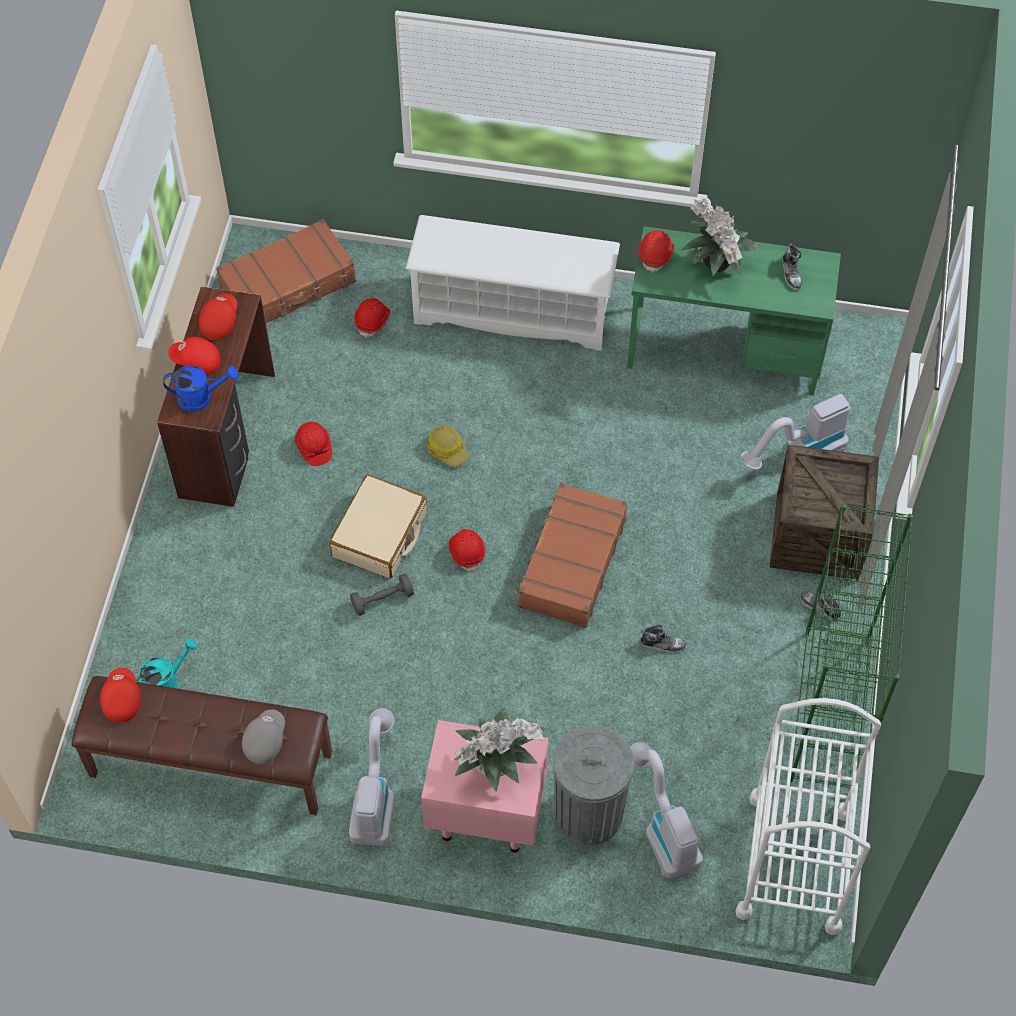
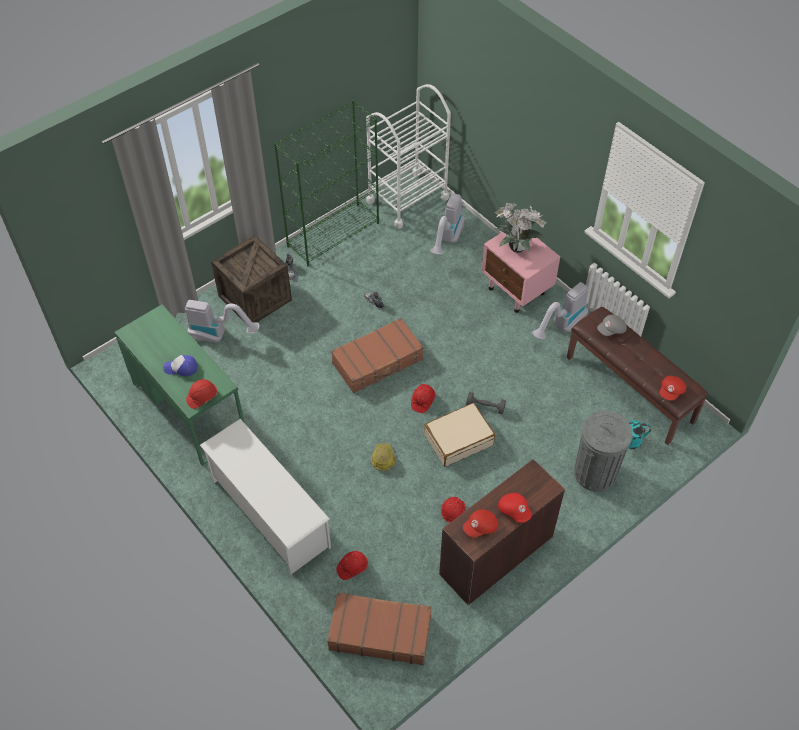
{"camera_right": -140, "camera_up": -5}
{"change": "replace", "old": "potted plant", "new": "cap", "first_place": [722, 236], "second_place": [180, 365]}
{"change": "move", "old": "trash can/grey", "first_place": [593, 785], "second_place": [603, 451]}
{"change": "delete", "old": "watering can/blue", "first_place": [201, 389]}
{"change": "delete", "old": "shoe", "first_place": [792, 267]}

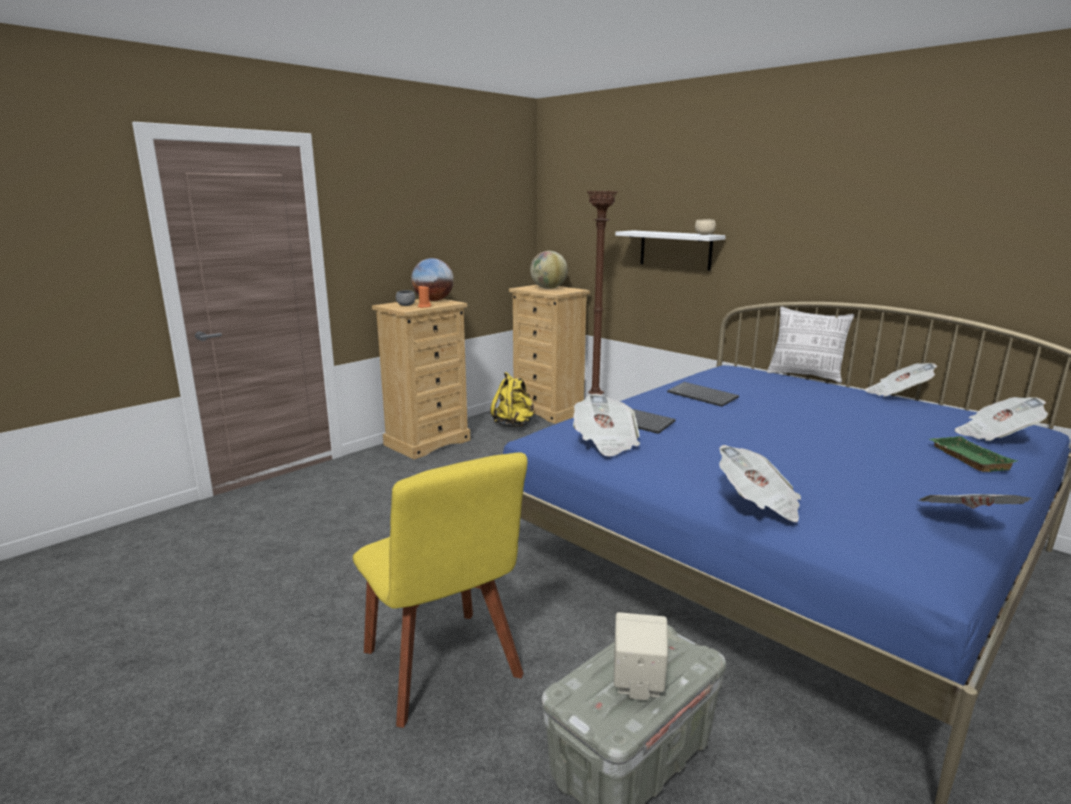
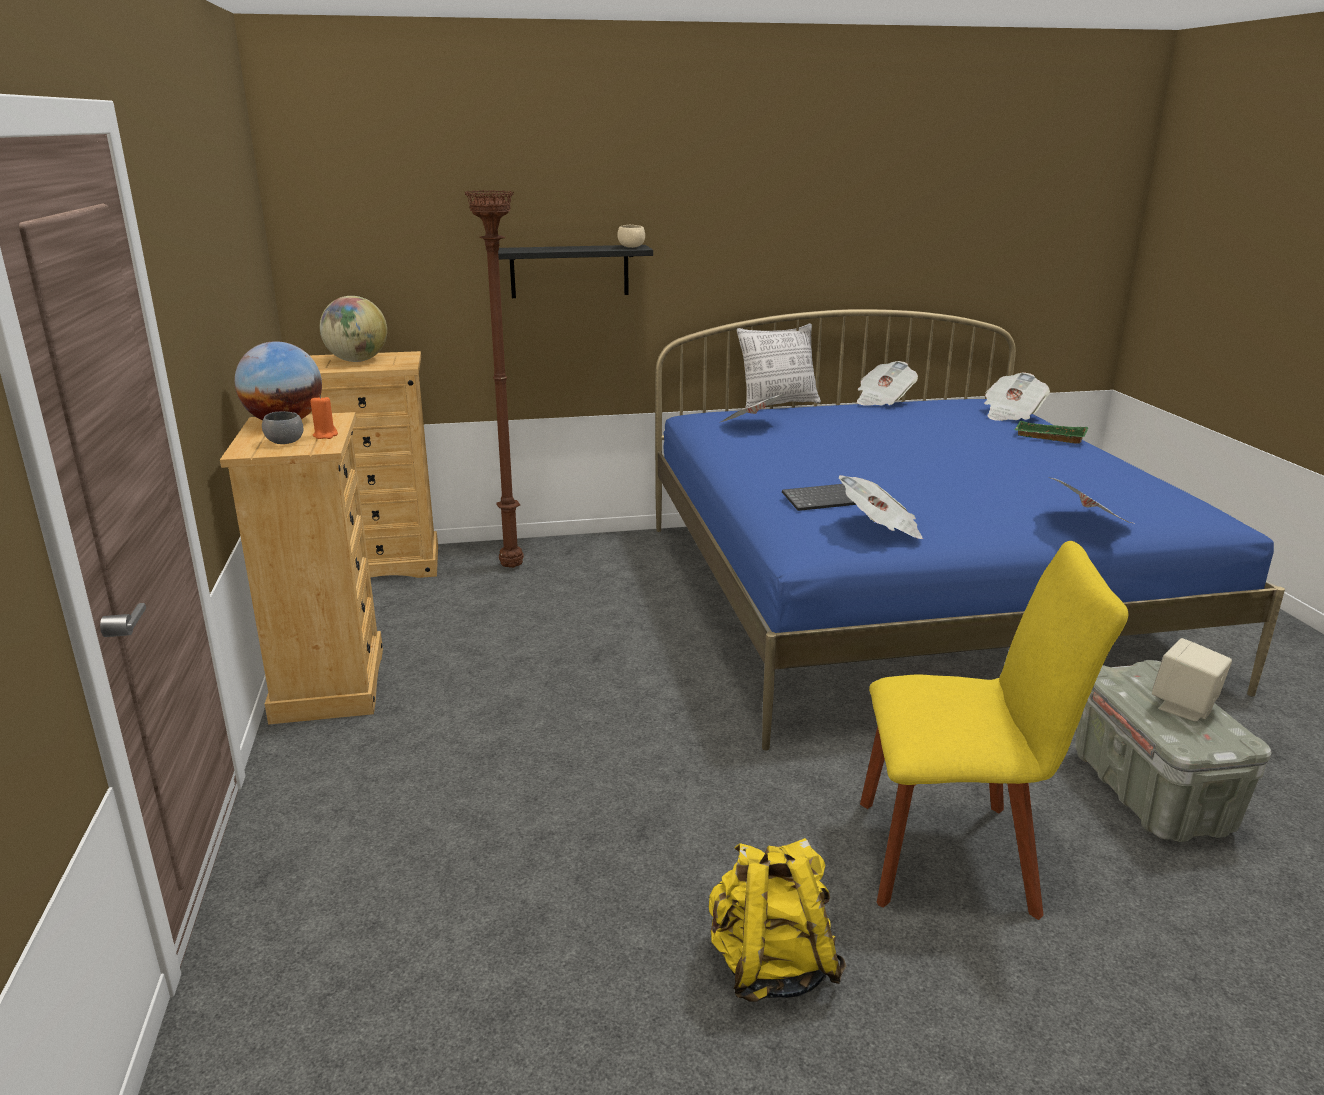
{"camera_right": -55, "camera_up": 5}
{"change": "recolor", "old": "shelf/white", "new": "shelf/black", "first_place": [670, 250], "second_place": [575, 271]}
{"change": "move", "old": "backpack/yellow", "first_place": [512, 400], "second_place": [777, 920]}
{"change": "move", "old": "newspaper", "first_place": [974, 501], "second_place": [753, 408]}
{"change": "delete", "old": "keyboard", "first_place": [703, 394]}

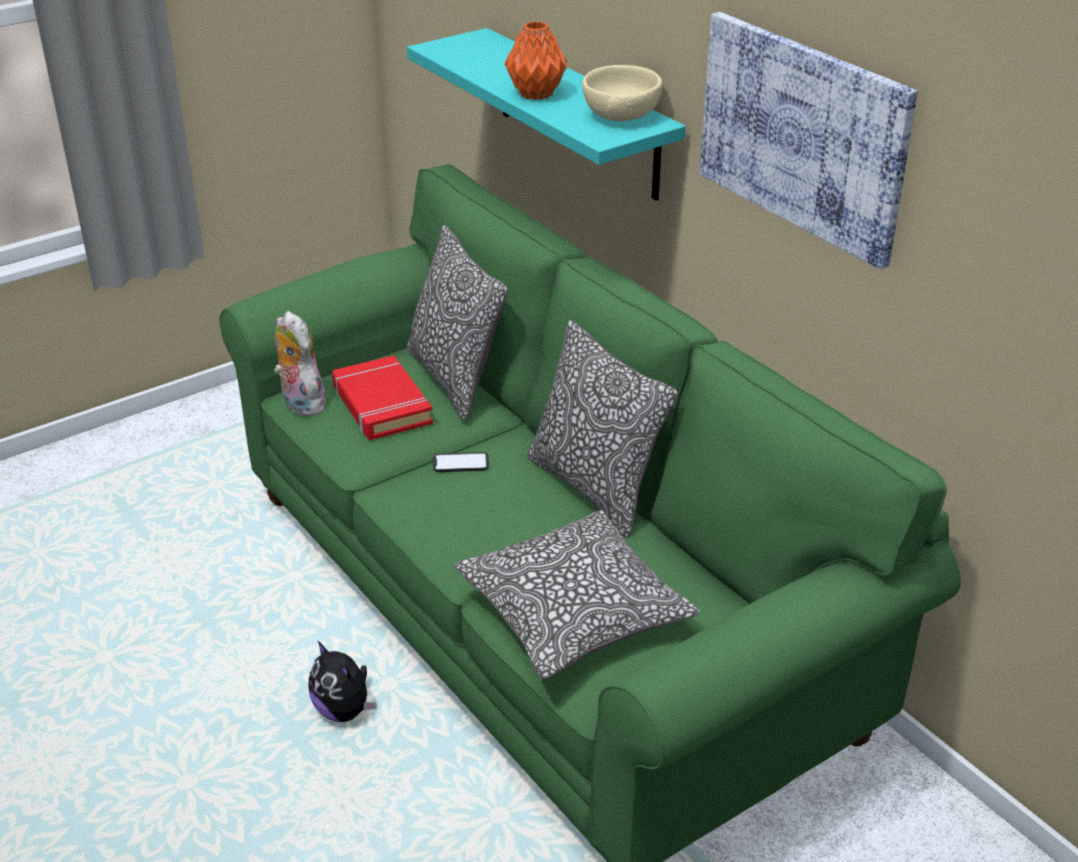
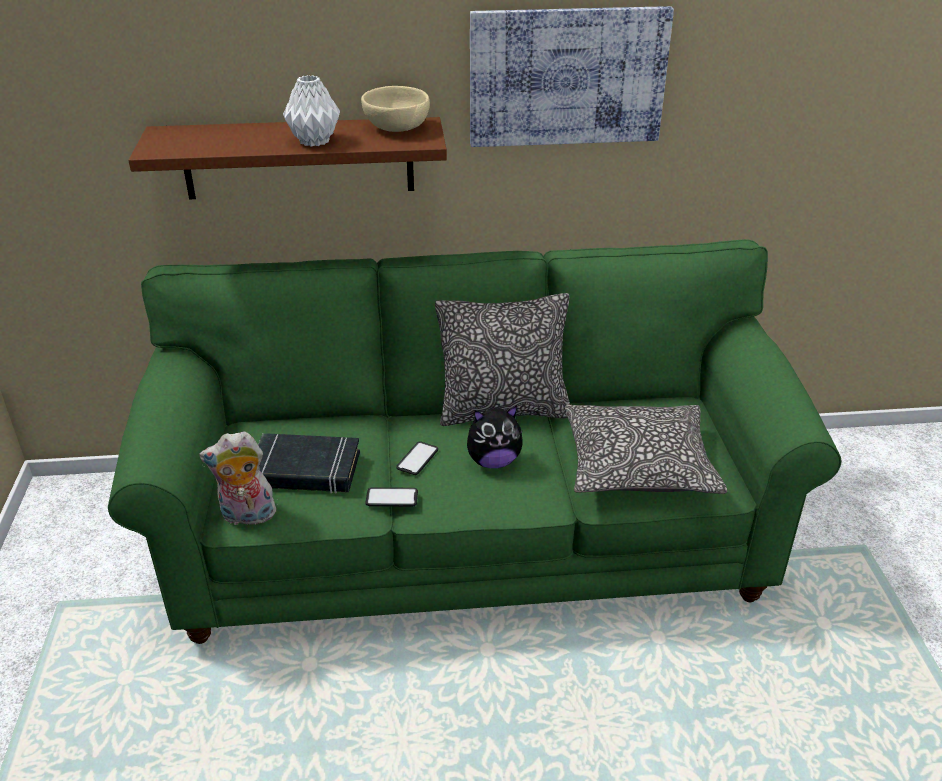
{"camera_right": -60, "camera_up": 0}
{"change": "recolor", "old": "shelf/turquoise", "new": "shelf/brown", "first_place": [546, 114], "second_place": [287, 158]}
{"change": "recolor", "old": "book/red", "new": "book/black", "first_place": [382, 397], "second_place": [309, 463]}
{"change": "recolor", "old": "vase/orange", "new": "vase/white", "first_place": [536, 60], "second_place": [311, 111]}
{"change": "insert", "new": "phone", "second_place": [391, 497]}
{"change": "move", "old": "plush toy", "first_place": [342, 681], "second_place": [495, 436]}
{"change": "delete", "old": "pillow", "first_place": [457, 322]}

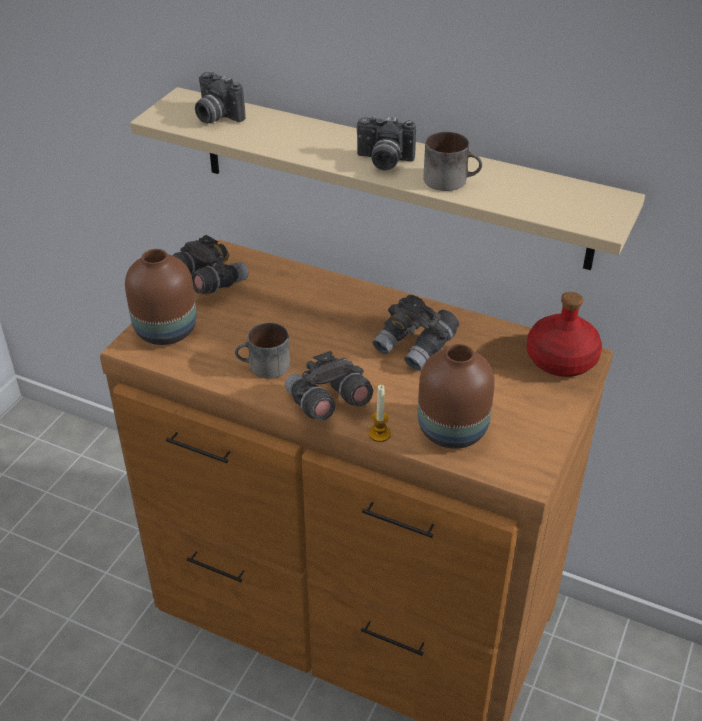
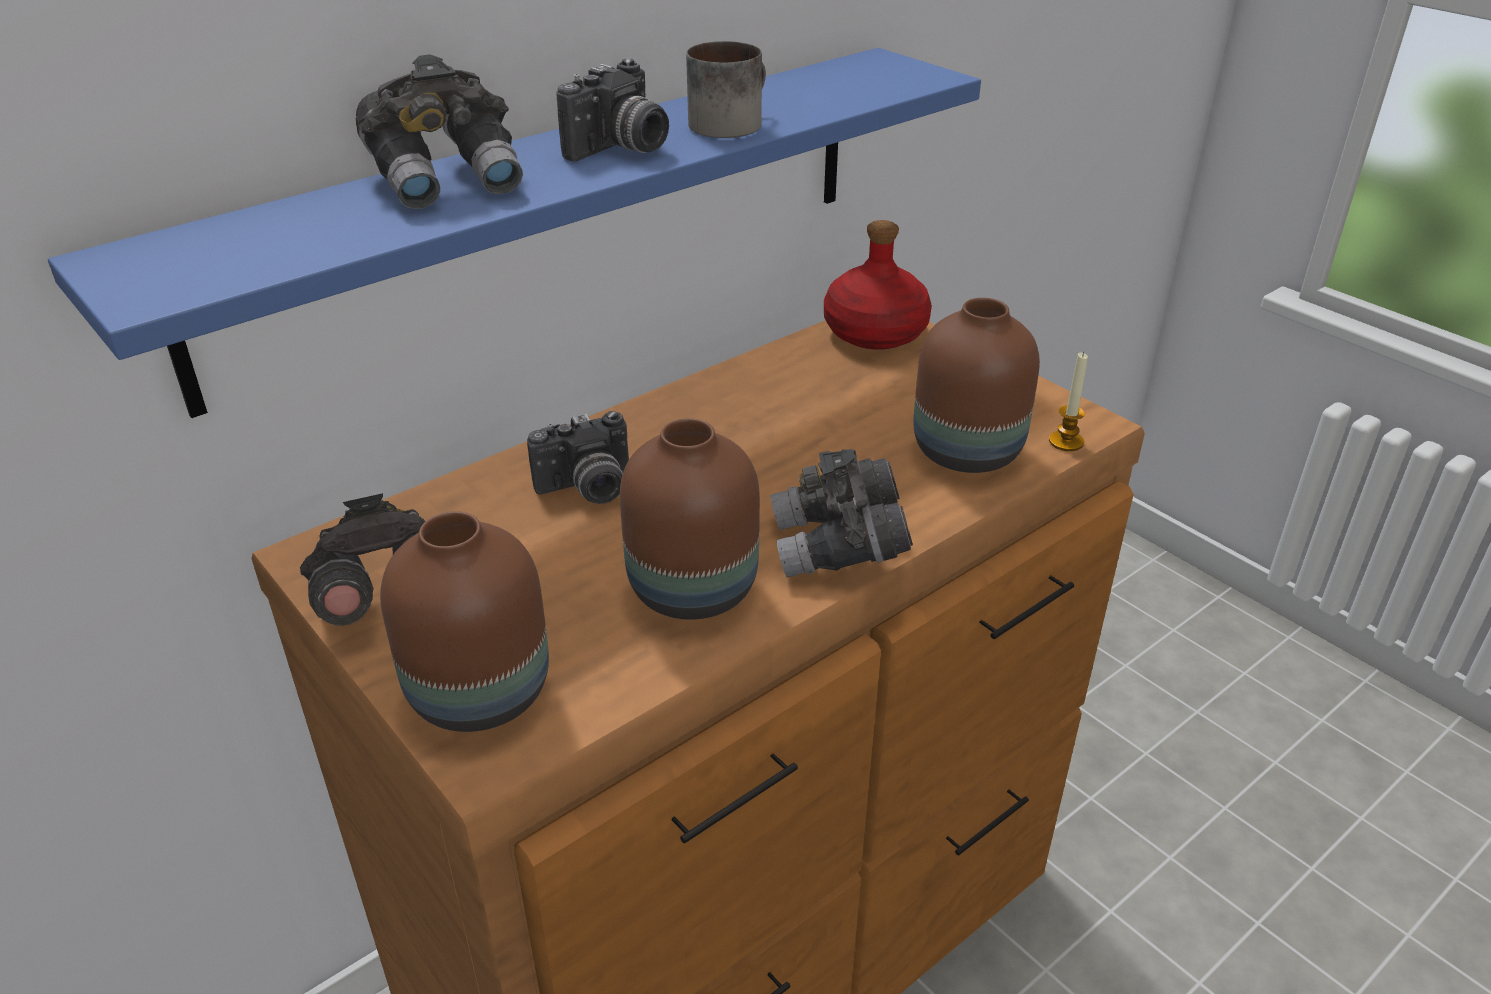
{"camera_right": -65, "camera_up": -5}
{"change": "recolor", "old": "shelf/beige", "new": "shelf/blue", "first_place": [387, 178], "second_place": [514, 233]}
{"change": "move", "old": "binoculars/grey", "first_place": [415, 333], "second_place": [439, 131]}
{"change": "move", "old": "photo camera", "first_place": [220, 97], "second_place": [578, 457]}
{"change": "replace", "old": "mug", "new": "vase/brown", "first_place": [262, 351], "second_place": [690, 519]}
{"change": "move", "old": "candle", "first_place": [380, 413], "second_place": [1068, 401]}

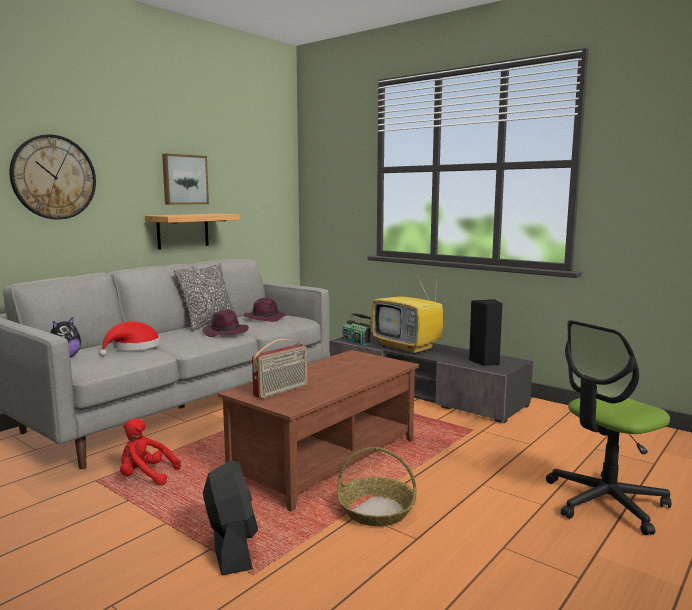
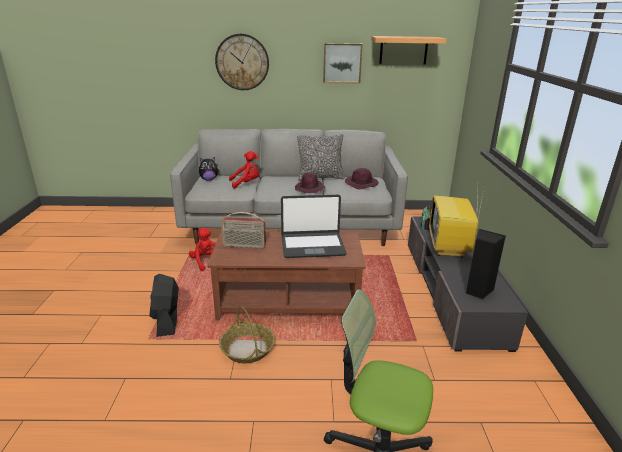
{"camera_right": 50, "camera_up": 15}
{"change": "rotate", "old": "fan/black", "first_place": [230, 517], "second_place": [164, 305], "degrees": 135}
{"change": "replace", "old": "hat/red", "new": "plush toy/red", "first_place": [129, 338], "second_place": [244, 170]}
{"change": "insert", "new": "laptop", "second_place": [313, 226]}
{"change": "move", "old": "shelf", "first_place": [192, 232], "second_place": [409, 50]}

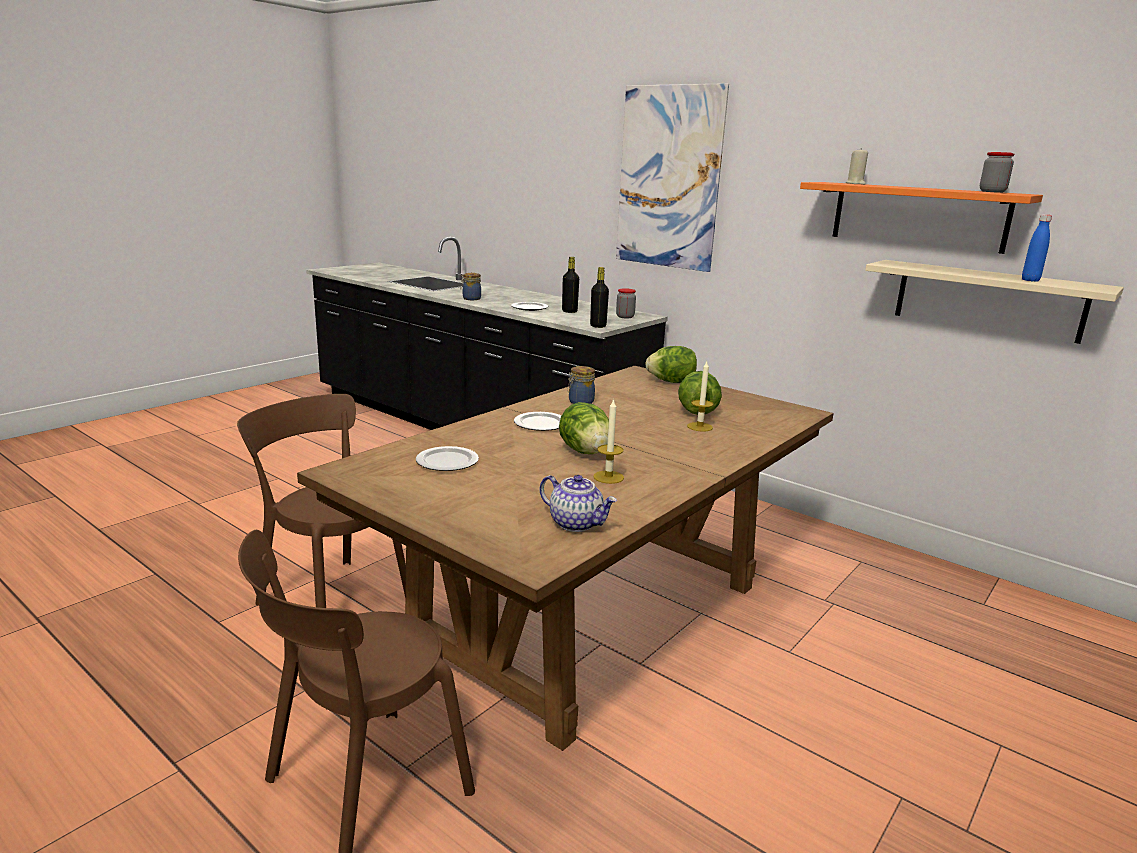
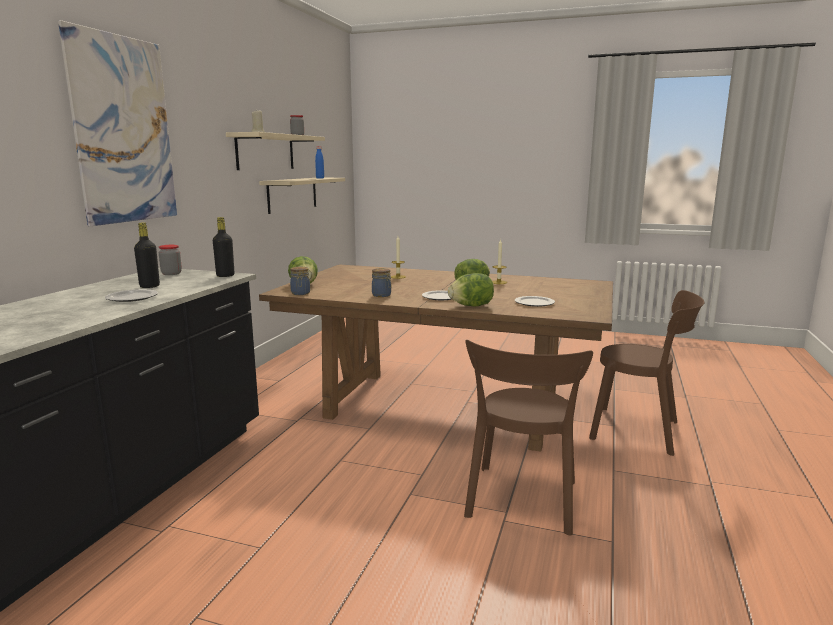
{"camera_right": -110, "camera_up": -5}
{"change": "recolor", "old": "shelf/orange", "new": "shelf/beige", "first_place": [921, 218], "second_place": [275, 151]}
{"change": "move", "old": "jar", "first_place": [471, 286], "second_place": [300, 280]}
{"change": "move", "old": "lettuce", "first_place": [700, 393], "second_place": [471, 290]}
{"change": "delete", "old": "teapot", "first_place": [578, 503]}

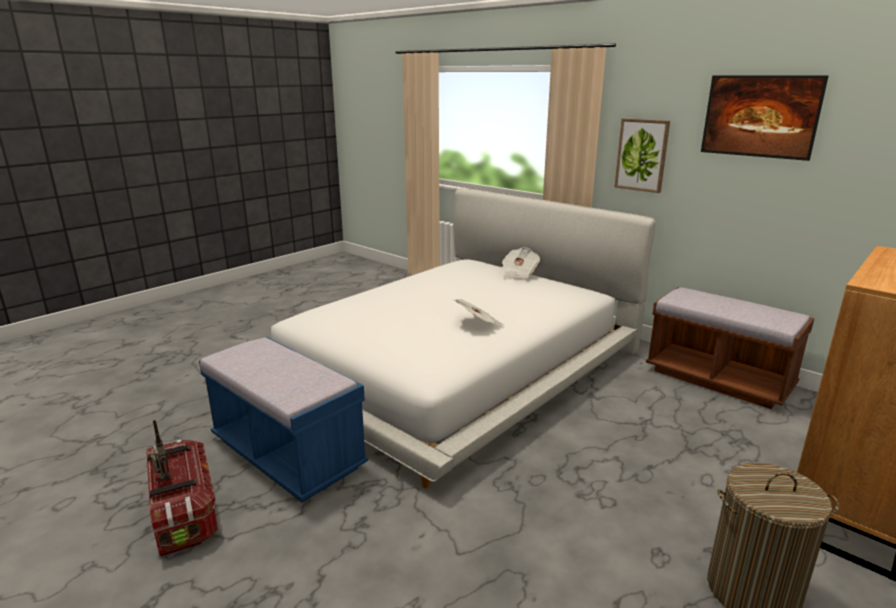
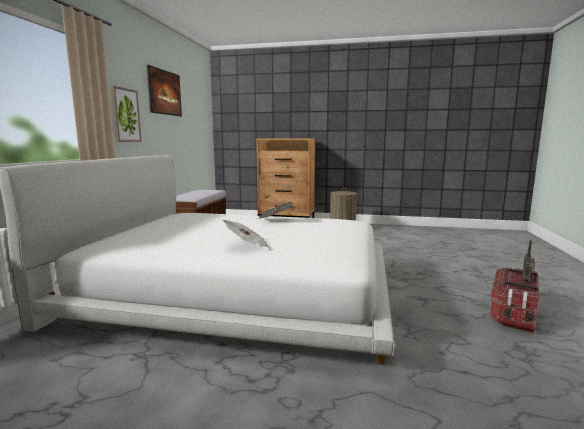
{"camera_right": -120, "camera_up": -10}
{"change": "move", "old": "newspaper", "first_place": [521, 263], "second_place": [246, 234]}
{"change": "delete", "old": "bench/blue", "first_place": [283, 419]}

